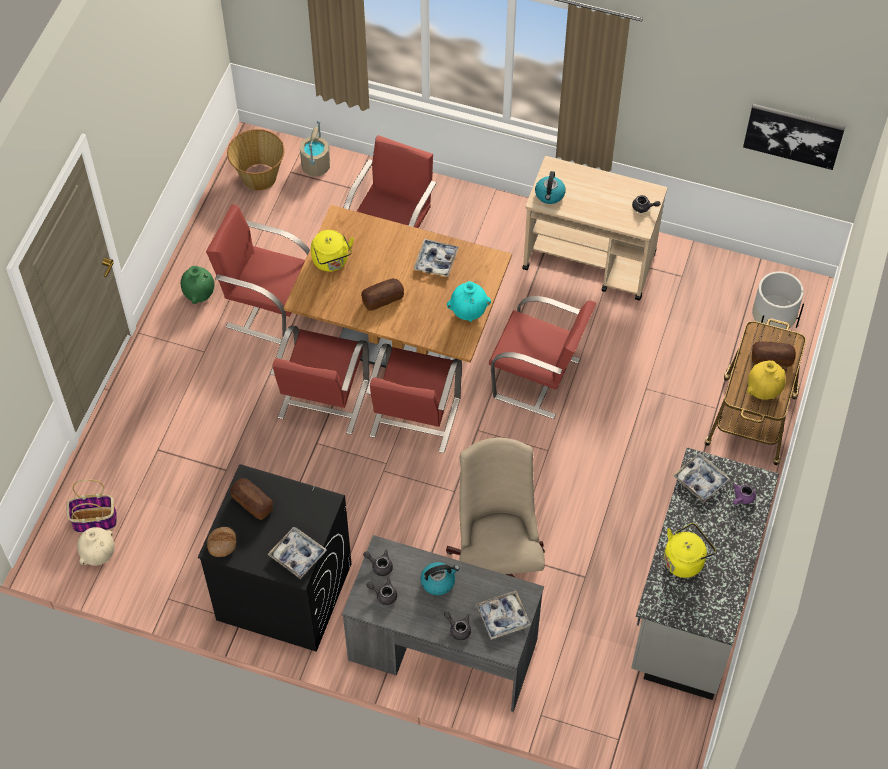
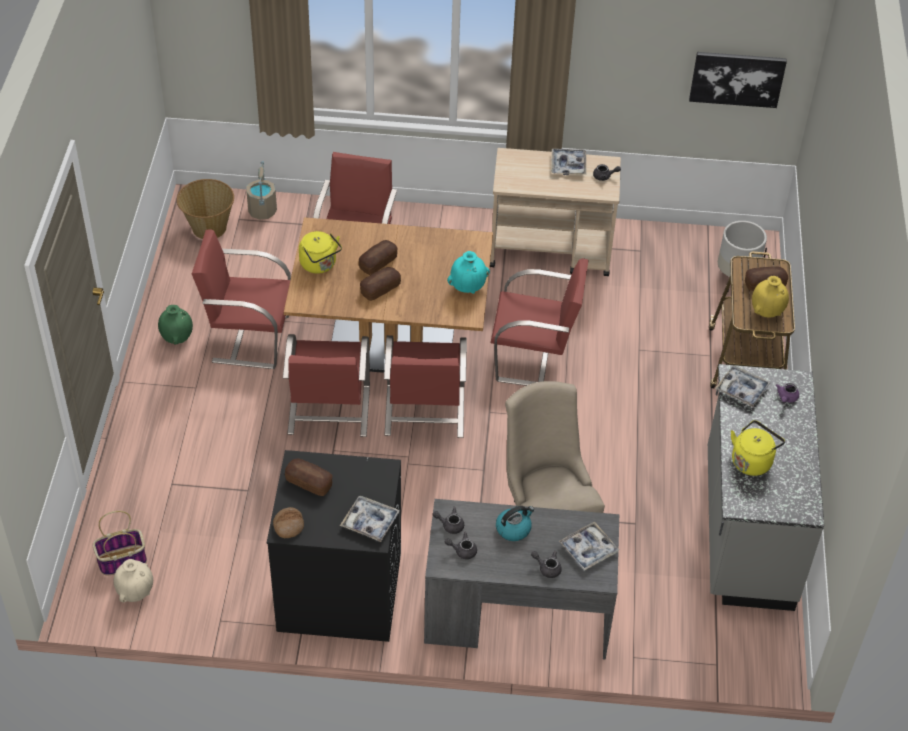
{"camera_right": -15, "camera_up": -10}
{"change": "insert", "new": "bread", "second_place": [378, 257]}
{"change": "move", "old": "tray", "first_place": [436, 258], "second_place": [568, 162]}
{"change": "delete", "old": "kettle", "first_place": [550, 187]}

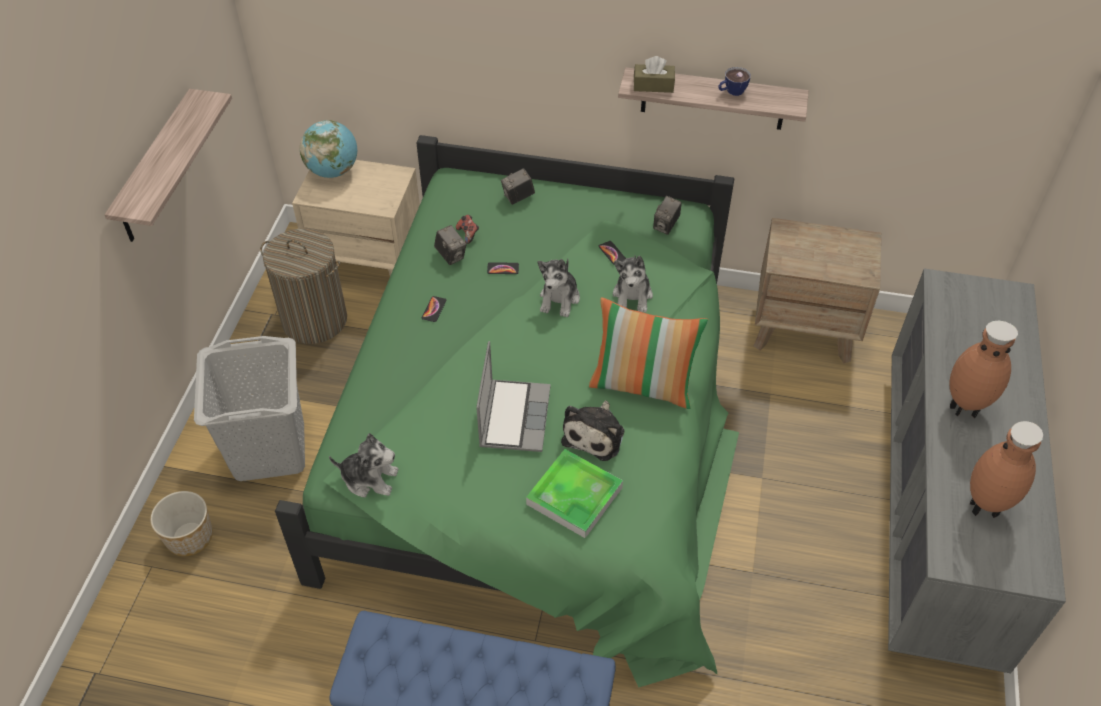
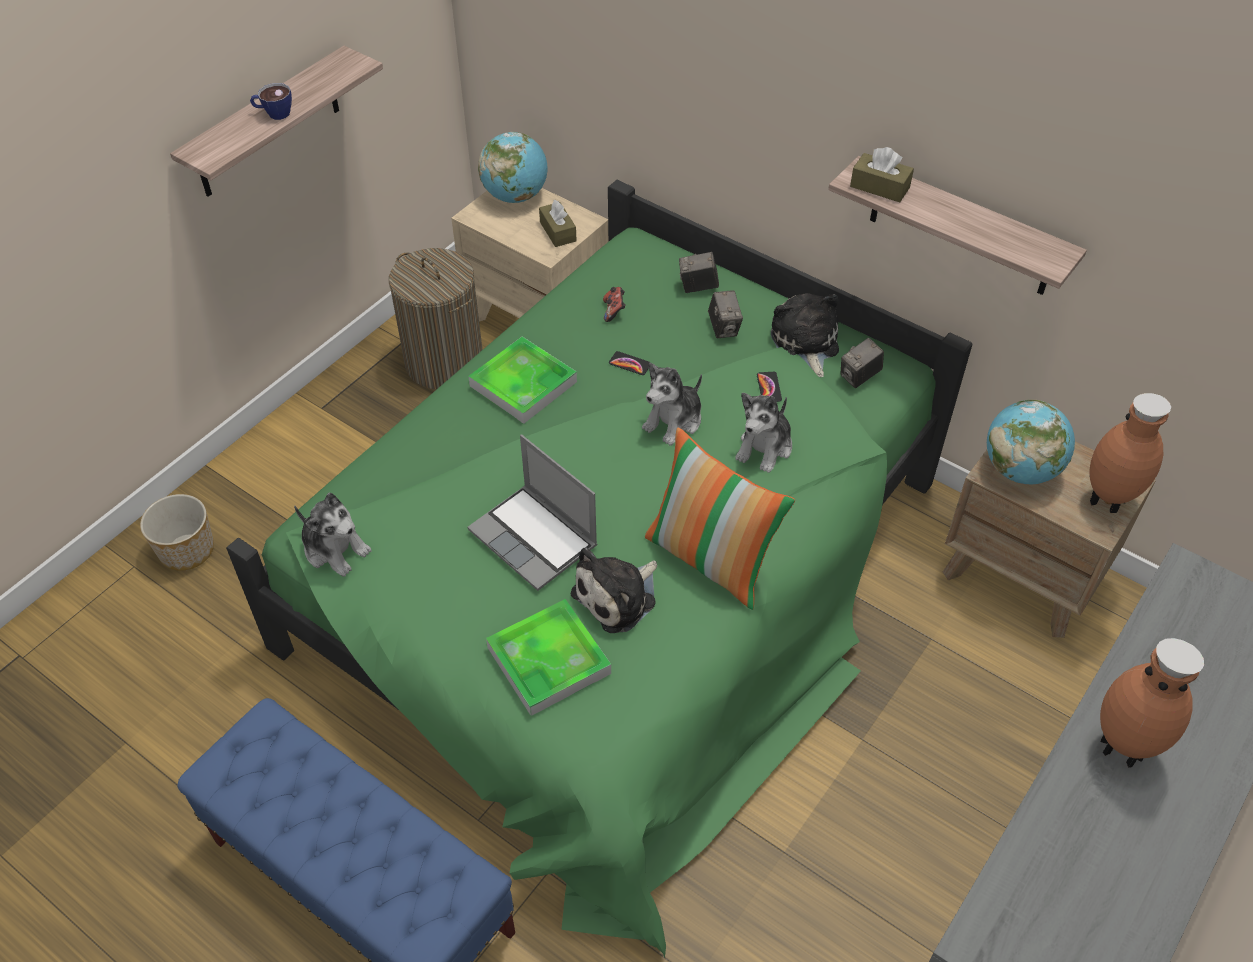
{"camera_right": 25, "camera_up": 0}
{"change": "move", "old": "cup", "first_place": [734, 81], "second_place": [271, 101]}
{"change": "rotate", "old": "laptop", "first_place": [513, 396], "second_place": [532, 512], "degrees": 105}
{"change": "replace", "old": "phone", "new": "tray", "first_place": [434, 309], "second_place": [522, 380]}
{"change": "insert", "new": "tissue box/brown", "second_place": [558, 223]}
{"change": "move", "old": "photo camera", "first_place": [450, 245], "second_place": [725, 314]}
{"change": "insert", "new": "plush toy", "second_place": [805, 335]}
{"change": "insert", "new": "globe", "second_place": [1031, 442]}
{"change": "move", "old": "vase/brown", "first_place": [1006, 469], "second_place": [1130, 453]}
{"change": "delete", "old": "laundry basket/grey", "first_place": [249, 408]}

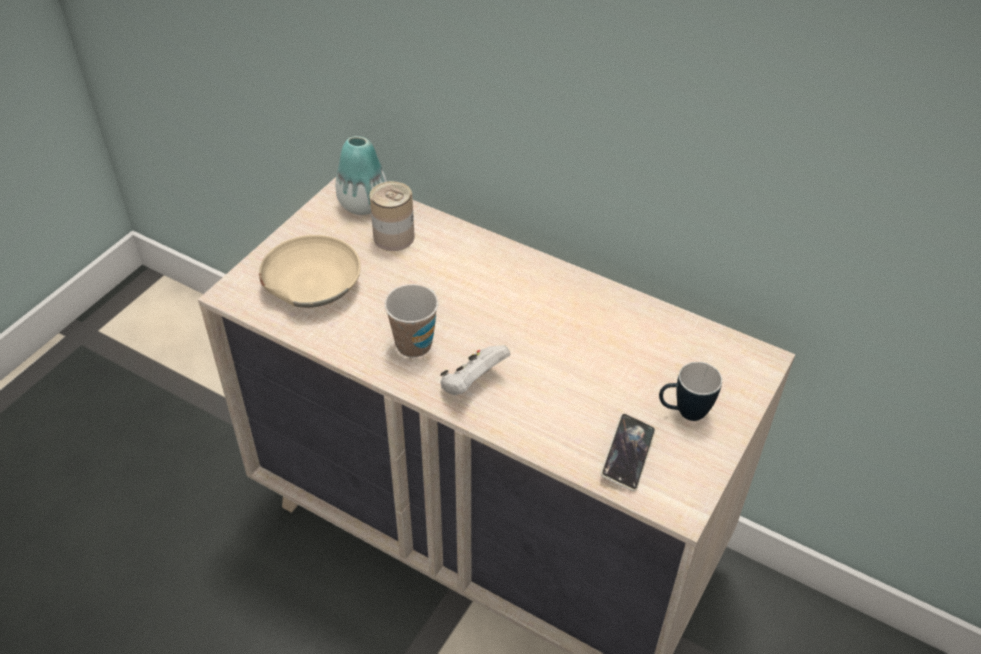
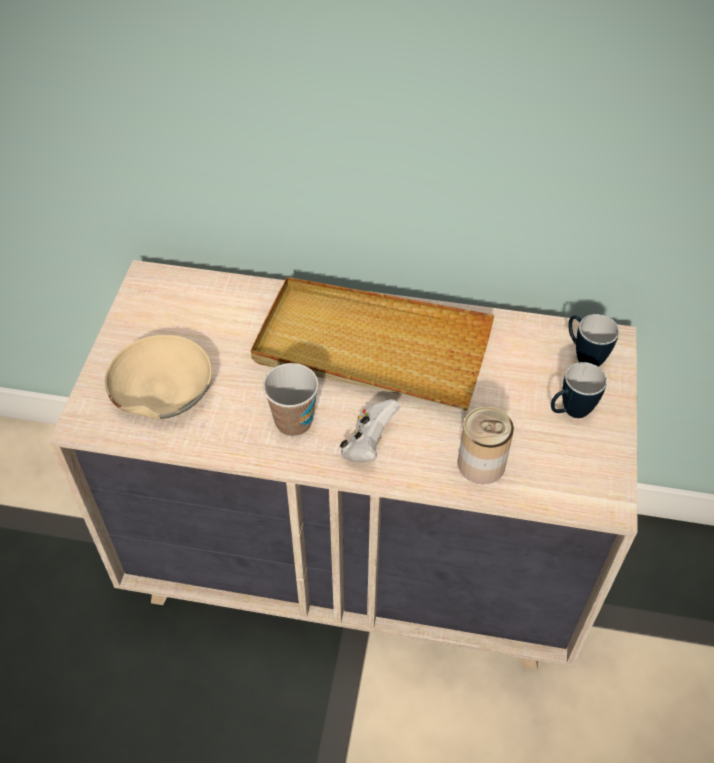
{"camera_right": -20, "camera_up": 5}
{"change": "insert", "new": "tray/beige", "second_place": [372, 344]}
{"change": "move", "old": "can", "first_place": [392, 216], "second_place": [485, 445]}
{"change": "insert", "new": "mug", "second_place": [593, 340]}
{"change": "delete", "old": "vase", "first_place": [361, 175]}
{"change": "delete", "old": "phone", "first_place": [627, 452]}

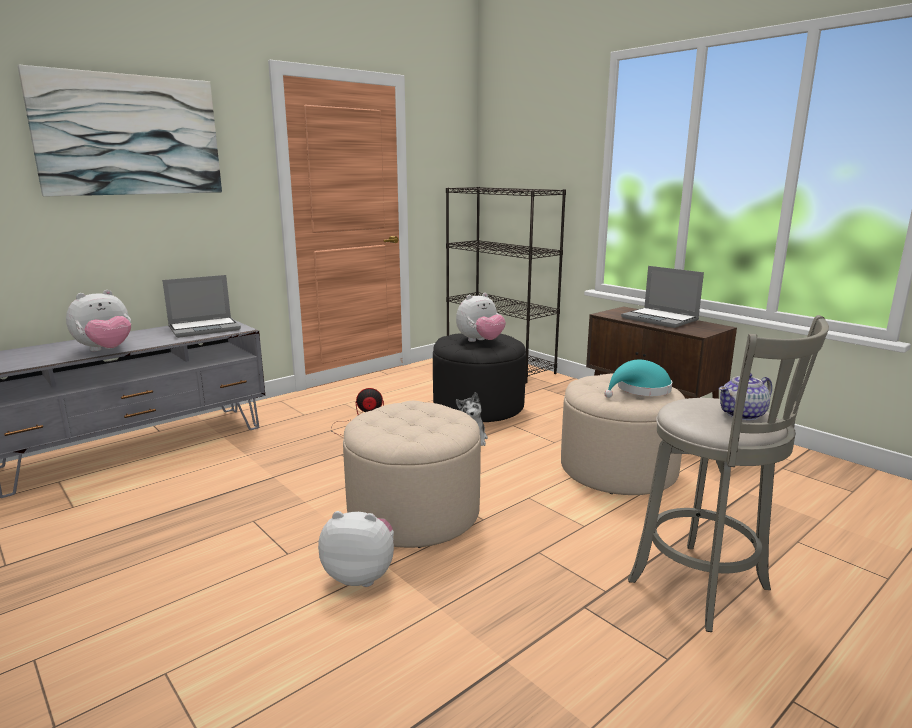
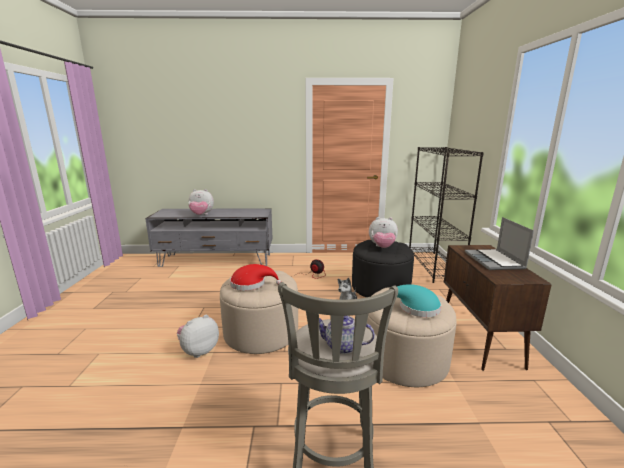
{"camera_right": 40, "camera_up": 0}
{"change": "rotate", "old": "plush toy", "first_place": [356, 549], "second_place": [198, 336], "degrees": -90}
{"change": "insert", "new": "hat/red", "second_place": [255, 277]}
{"change": "delete", "old": "picture", "first_place": [120, 131]}
{"change": "delete", "old": "laptop", "first_place": [201, 306]}

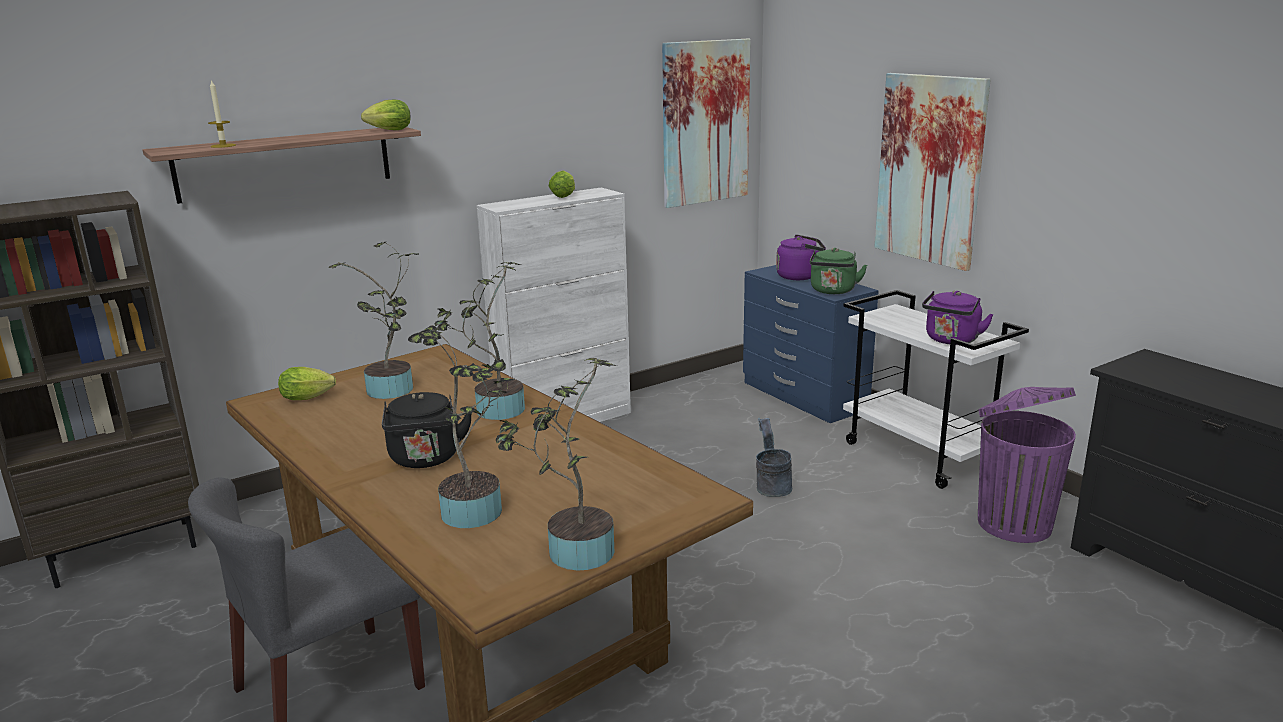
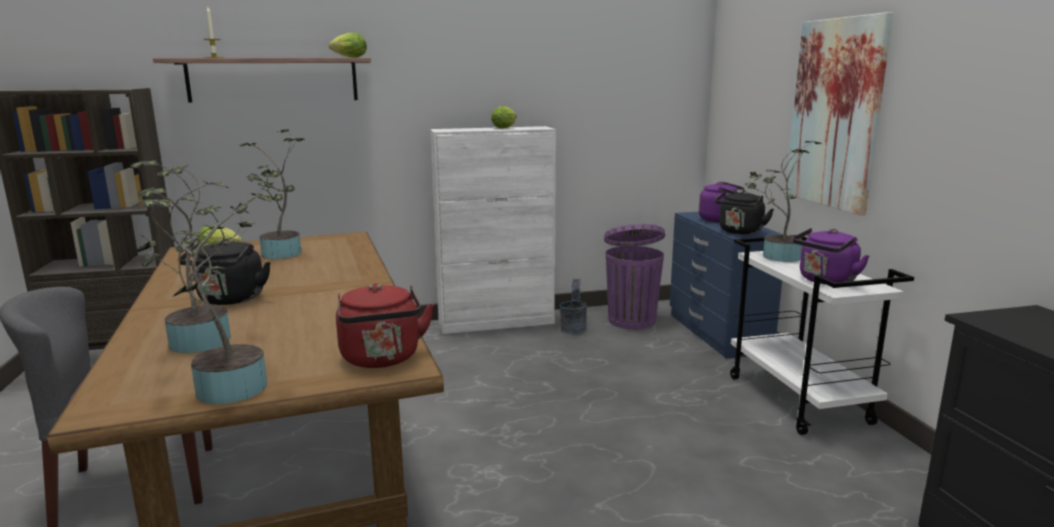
{"camera_right": 20, "camera_up": -5}
{"change": "insert", "new": "kettle/red", "second_place": [385, 325]}
{"change": "move", "old": "bucket/grey", "first_place": [774, 457], "second_place": [573, 306]}
{"change": "move", "old": "trash can/purple", "first_place": [1027, 465], "second_place": [634, 276]}
{"change": "recolor", "old": "kettle/green", "new": "kettle/black", "first_place": [838, 271], "second_place": [744, 212]}
{"change": "move", "old": "potted plant", "first_place": [480, 341], "second_place": [783, 201]}
{"change": "delete", "old": "picture", "first_place": [706, 123]}

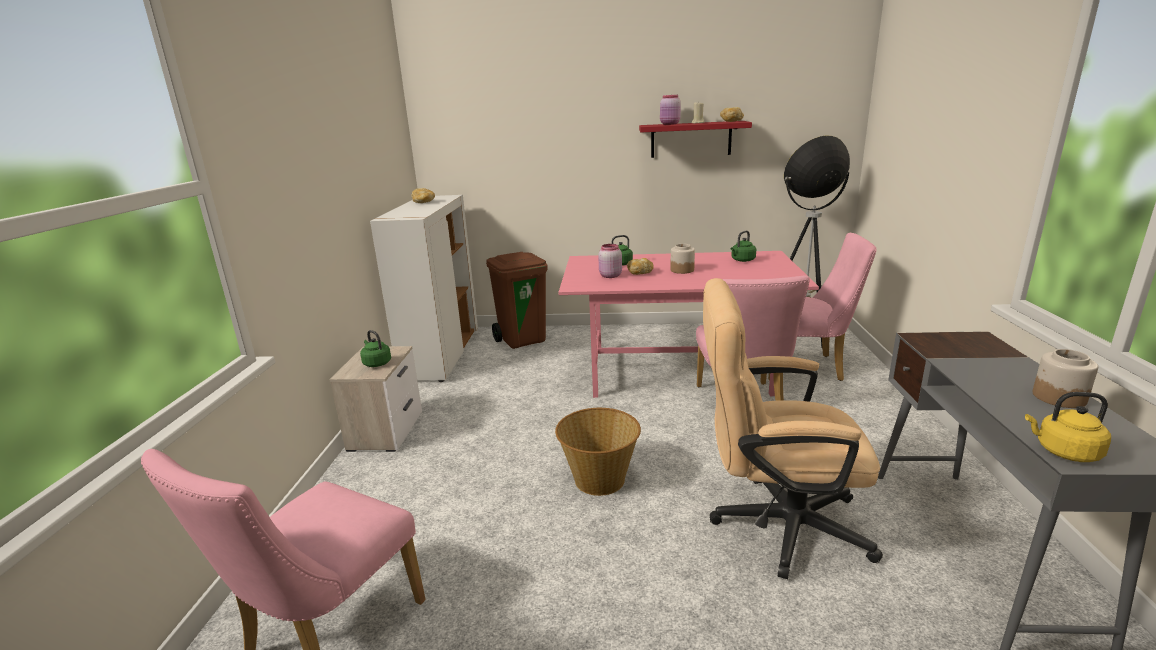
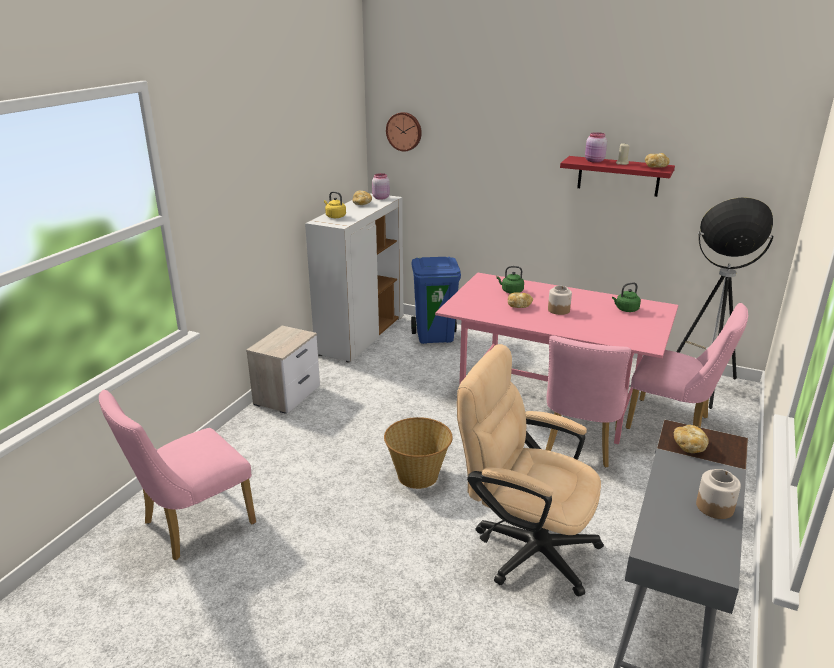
{"camera_right": 20, "camera_up": 5}
{"change": "move", "old": "kettle/yellow", "first_place": [1068, 427], "second_place": [335, 204]}
{"change": "move", "old": "jar/pink", "first_place": [610, 261], "second_place": [381, 186]}
{"change": "insert", "new": "wall clock", "second_place": [404, 131]}
{"change": "recolor", "old": "trash can/brown", "new": "trash can/blue", "first_place": [517, 300], "second_place": [436, 300]}
{"change": "insert", "new": "bread", "second_place": [691, 439]}
{"change": "delete", "old": "kettle/green", "first_place": [375, 348]}

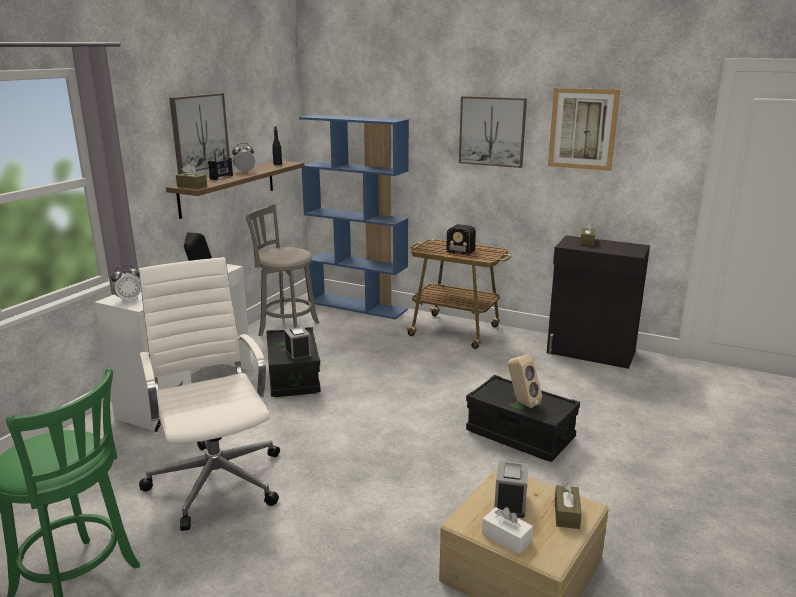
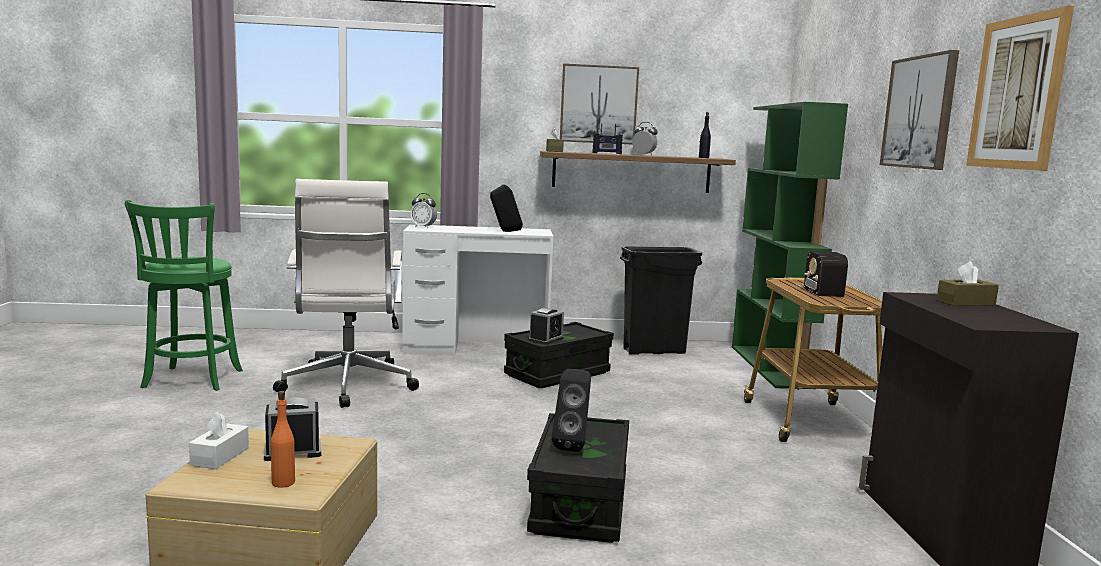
{"camera_right": 60, "camera_up": -10}
{"change": "replace", "old": "tissue box/brown", "new": "bottle/orange", "first_place": [568, 505], "second_place": [283, 439]}
{"change": "rotate", "old": "office chair/white", "first_place": [209, 394], "second_place": [346, 293], "degrees": 135}
{"change": "recolor", "old": "speaker/beige", "new": "speaker/black", "first_place": [525, 381], "second_place": [571, 410]}
{"change": "replace", "old": "stool/grey", "new": "trash can/black", "first_place": [282, 270], "second_place": [661, 300]}
{"change": "recolor", "old": "bookcase/blue", "new": "bookcase/green", "first_place": [354, 217], "second_place": [790, 245]}

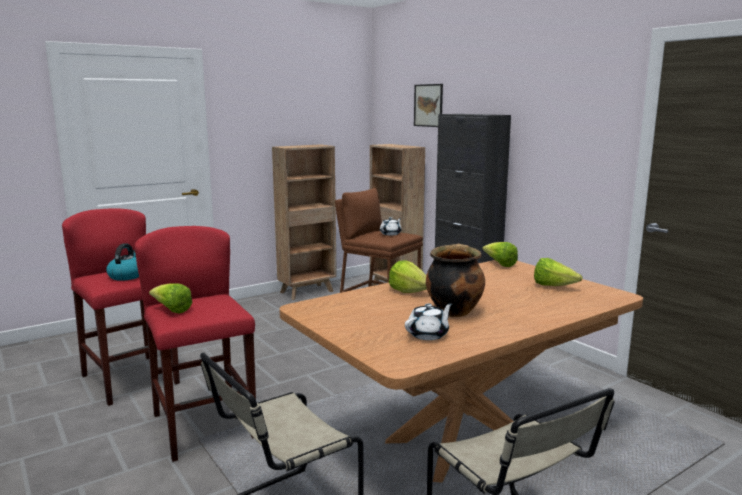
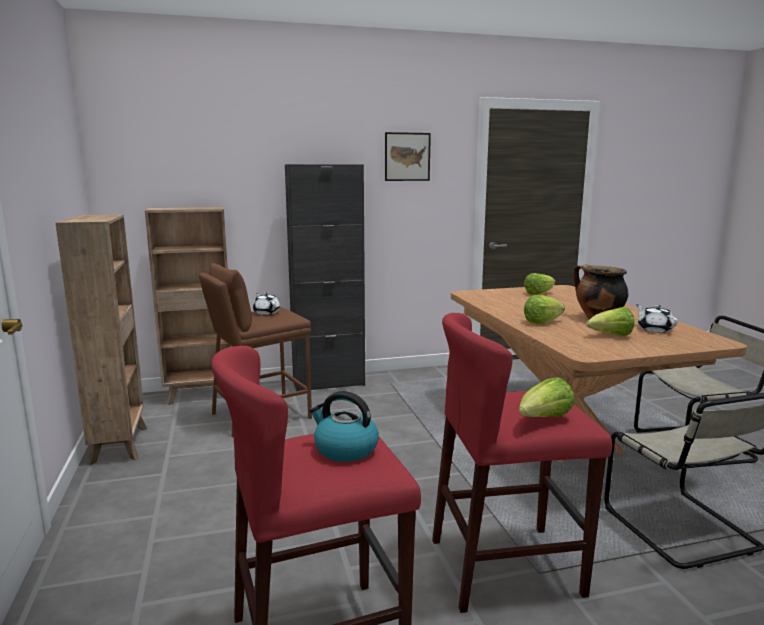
{"camera_right": -70, "camera_up": 0}
{"change": "move", "old": "picture", "first_place": [428, 105], "second_place": [408, 156]}
{"change": "move", "old": "lettuce", "first_place": [500, 254], "second_place": [610, 321]}

